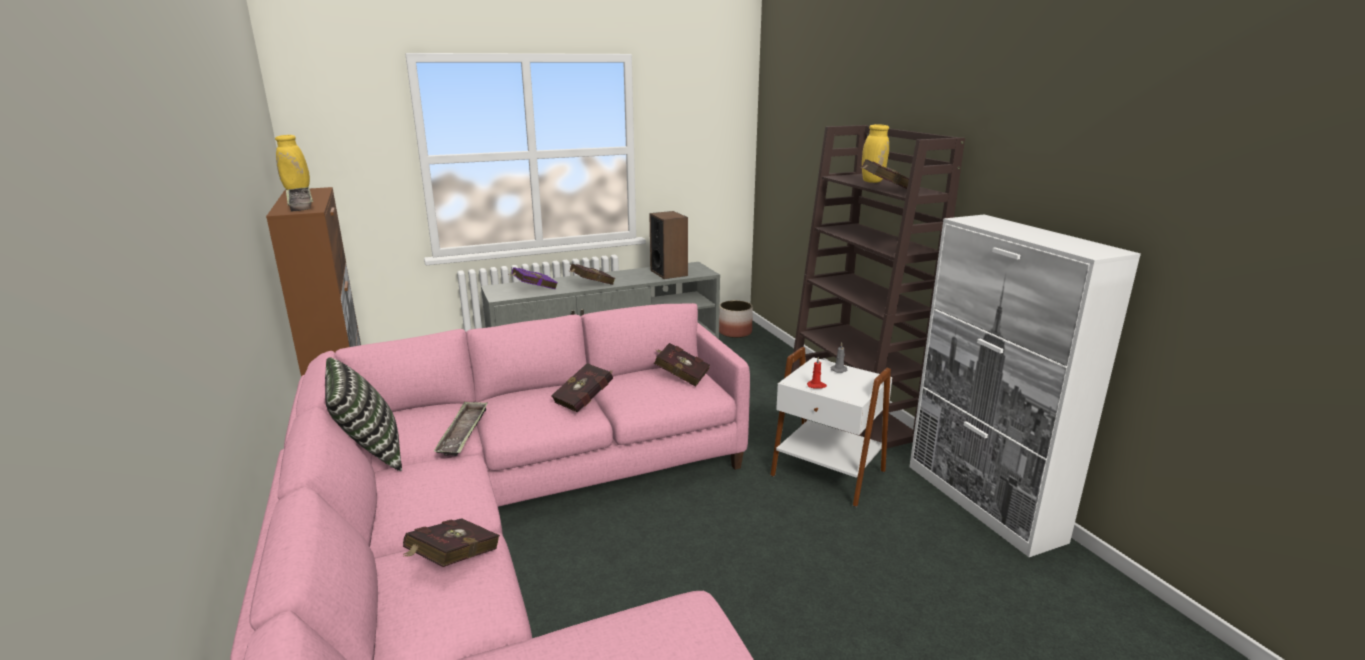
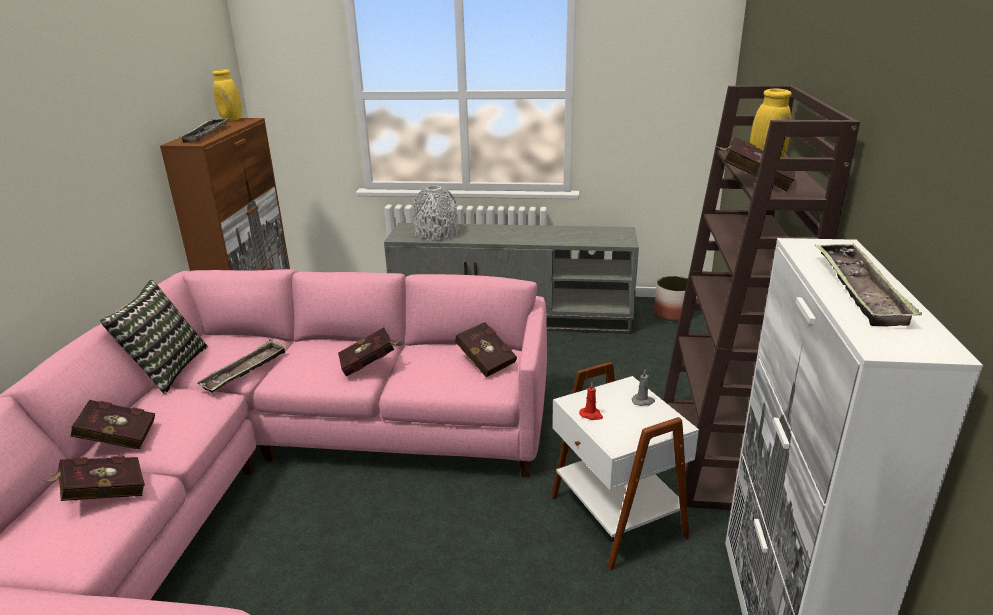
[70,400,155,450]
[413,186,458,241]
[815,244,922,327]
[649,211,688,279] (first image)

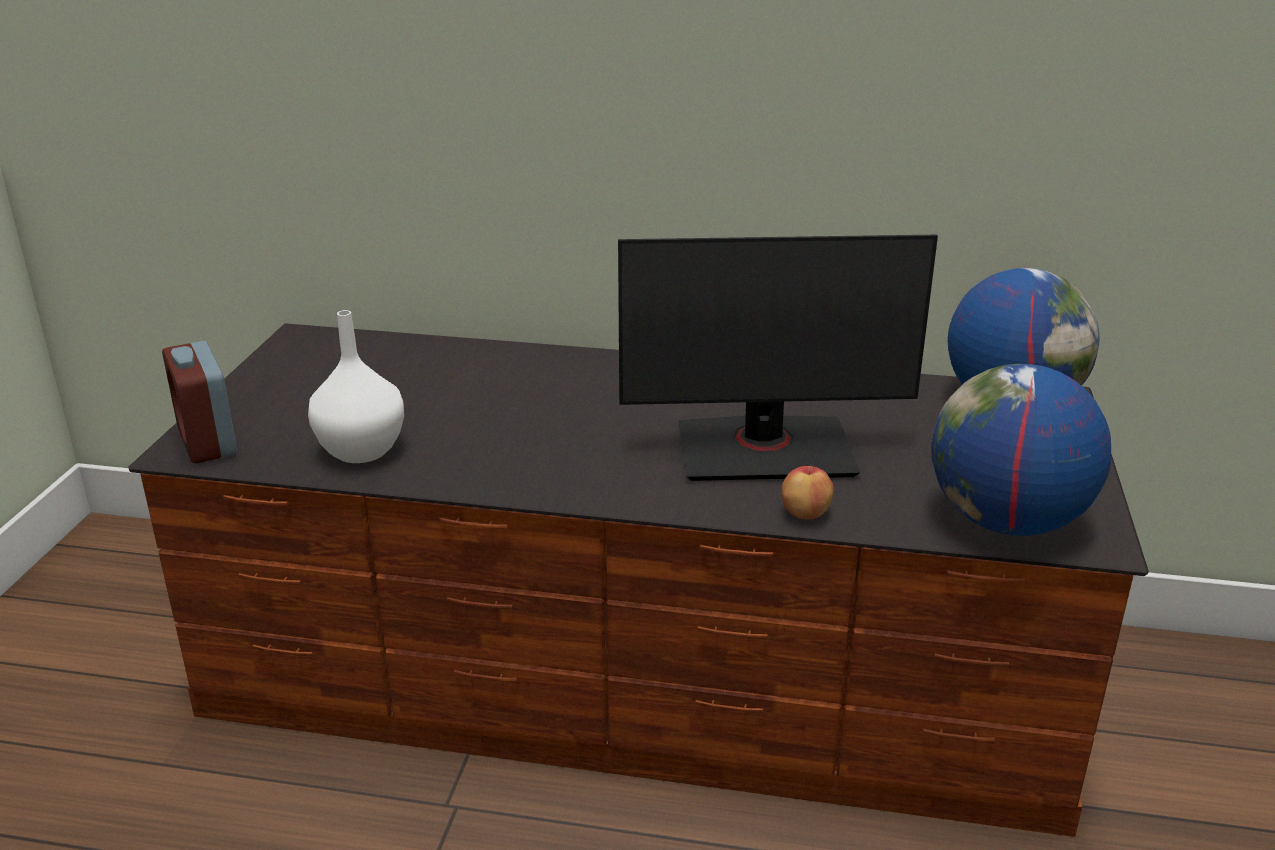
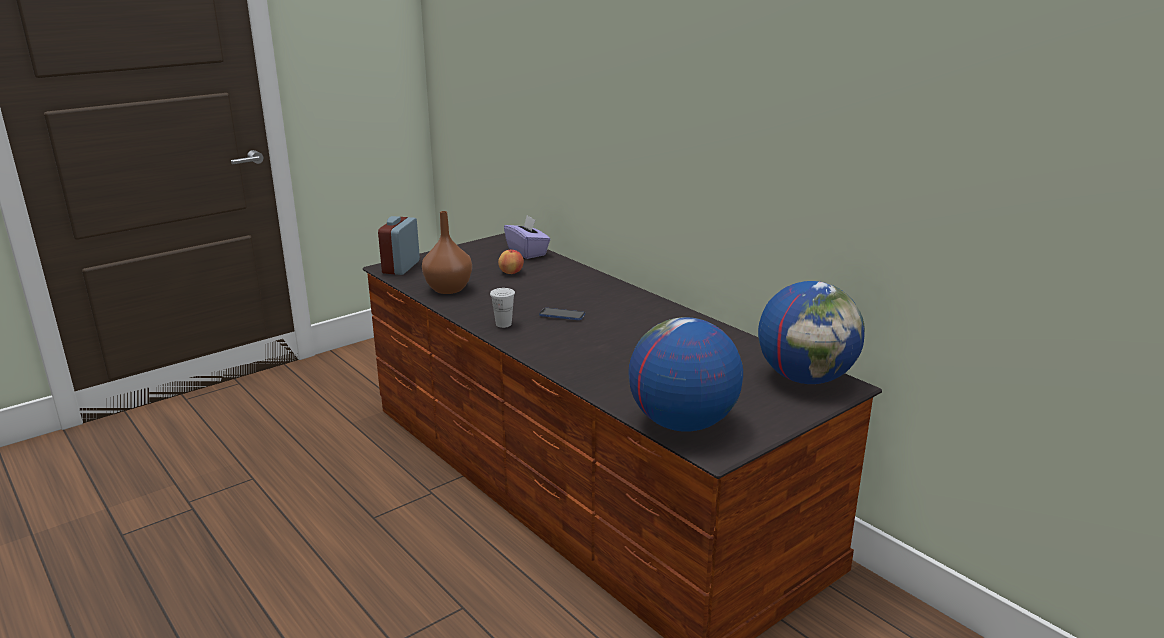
[422,211,472,294]
[490,288,515,328]
[498,250,524,274]
[504,215,551,259]
[539,308,585,320]
[618,235,938,481] (first image)

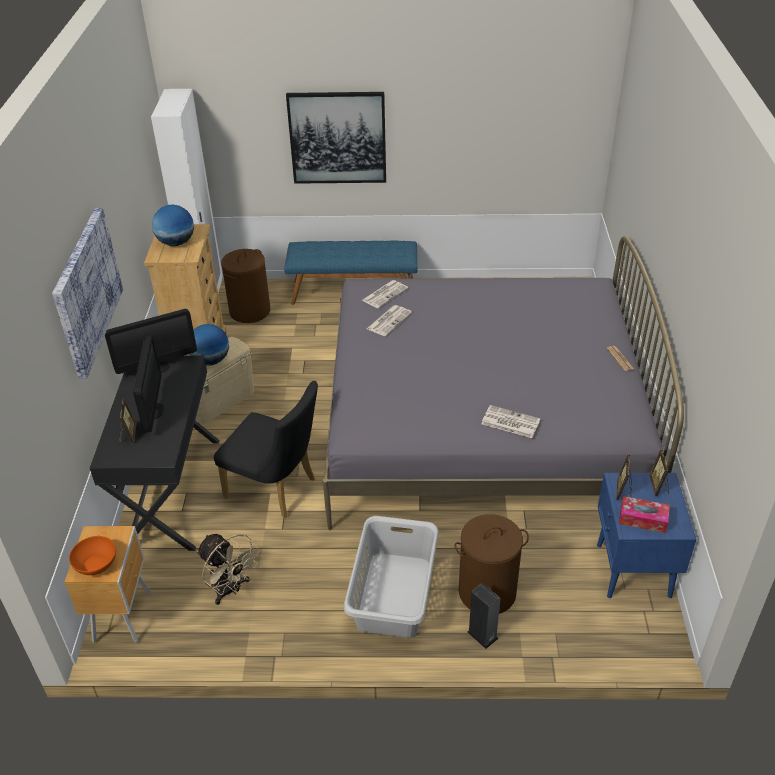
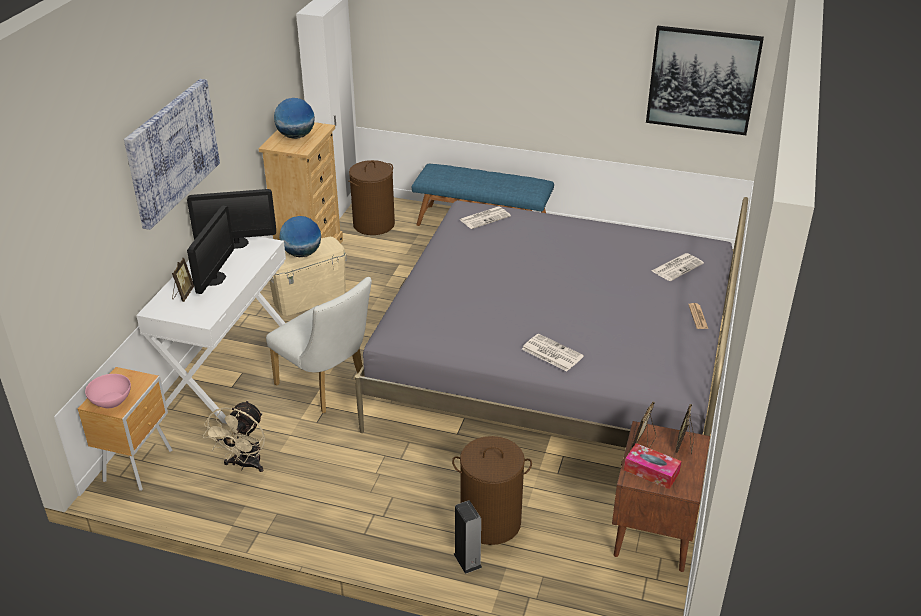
[85,374,131,408]
[136,236,286,424]
[203,400,265,472]
[266,277,372,413]
[612,421,710,572]
[646,26,764,135]
[652,253,704,281]
[344,516,439,638] (first image)

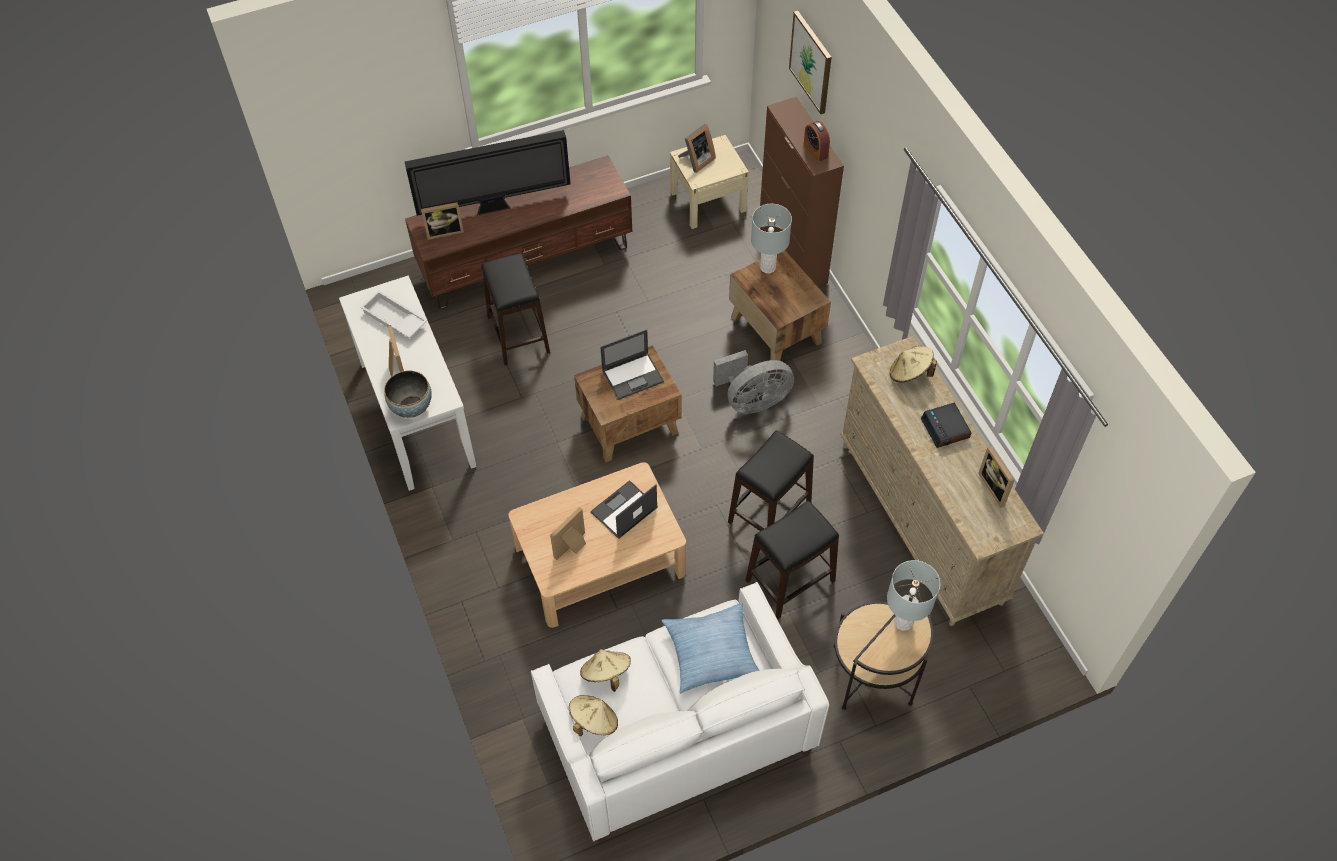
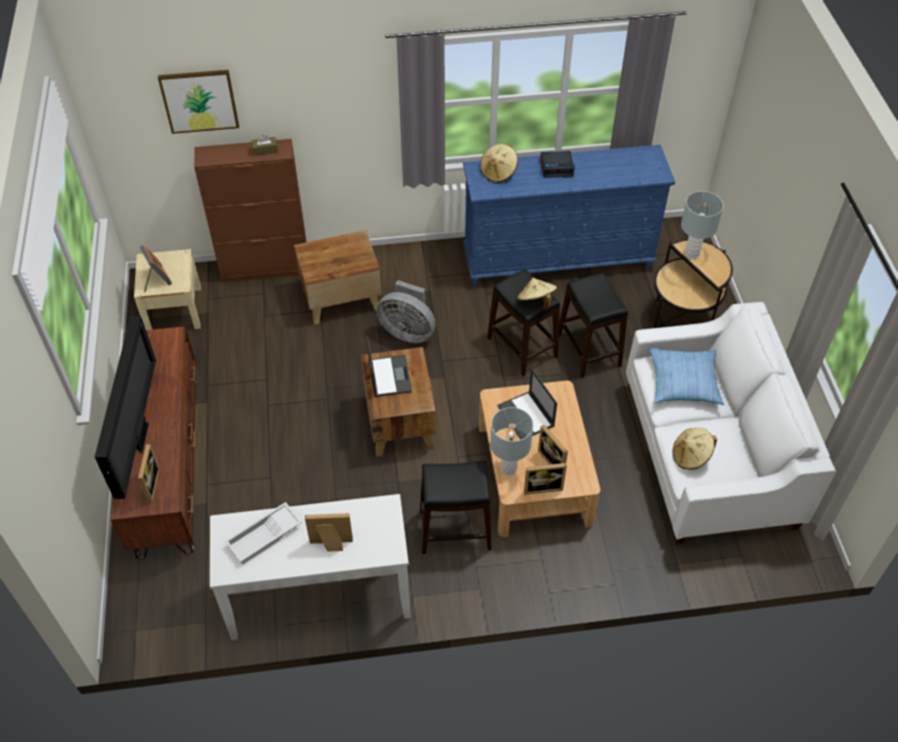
[252,135,278,156]
[377,280,435,343]
[420,461,492,554]
[463,145,675,287]
[490,407,533,476]
[517,278,557,310]
[524,463,567,495]
[384,370,432,418] (first image)

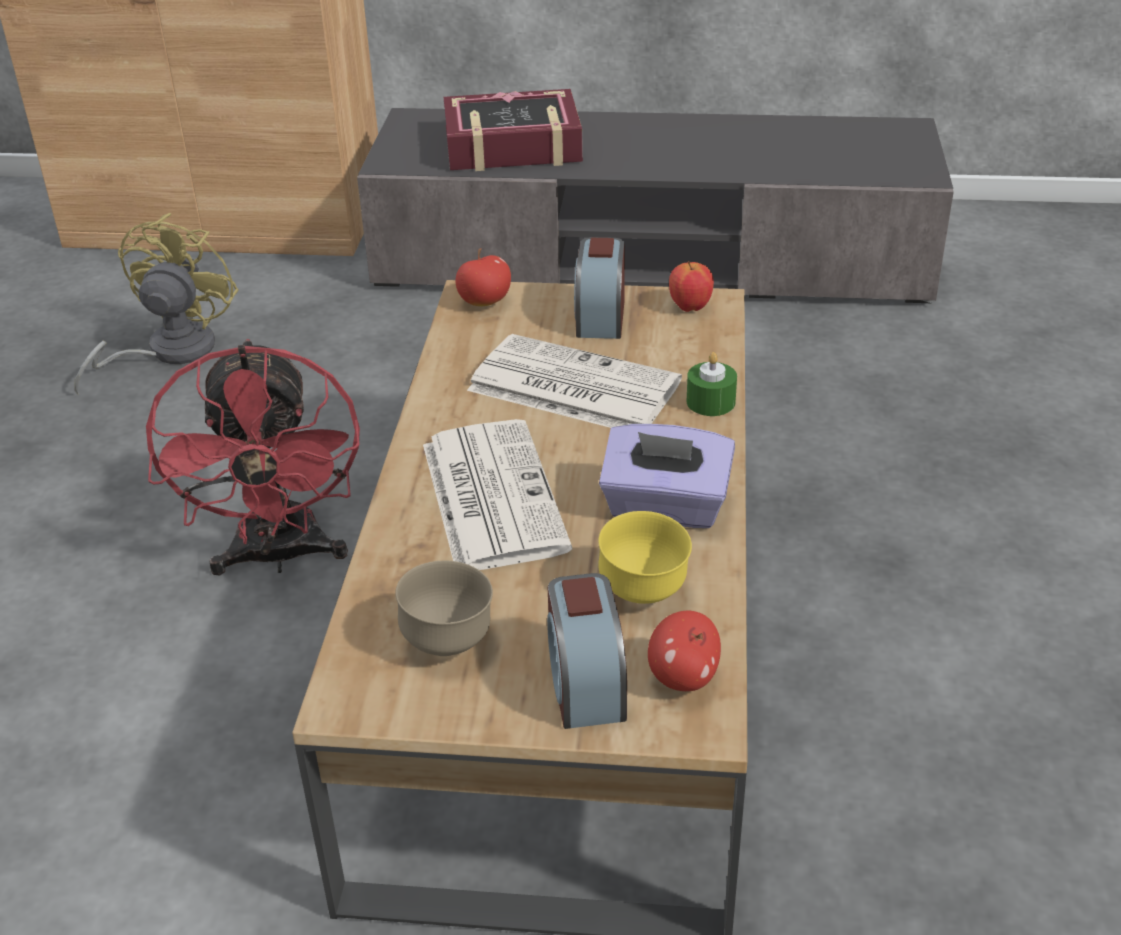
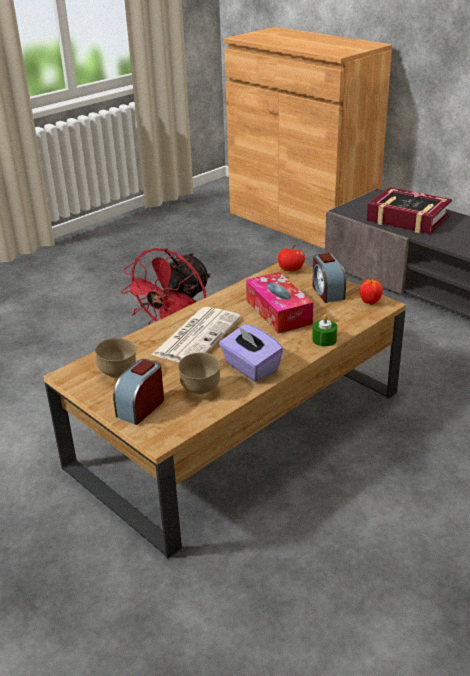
[178,352,220,394]
[246,272,313,334]
[313,253,346,303]
[74,213,239,395] (first image)
[648,611,721,691] (first image)

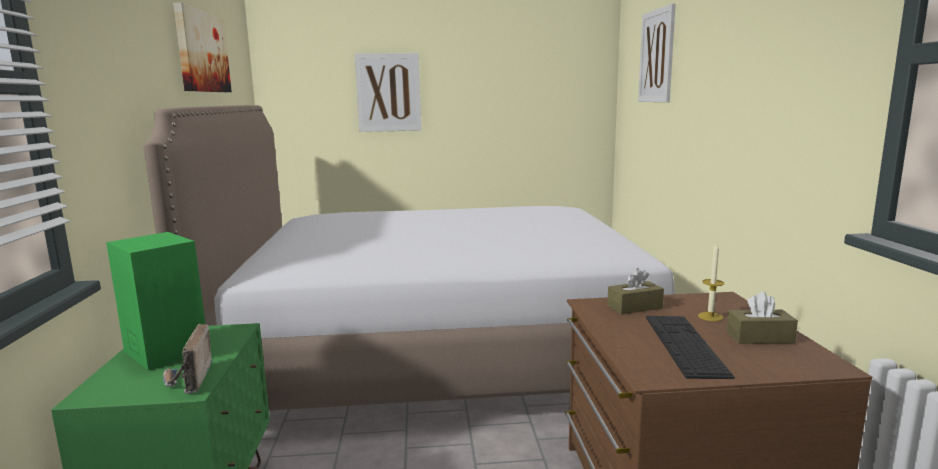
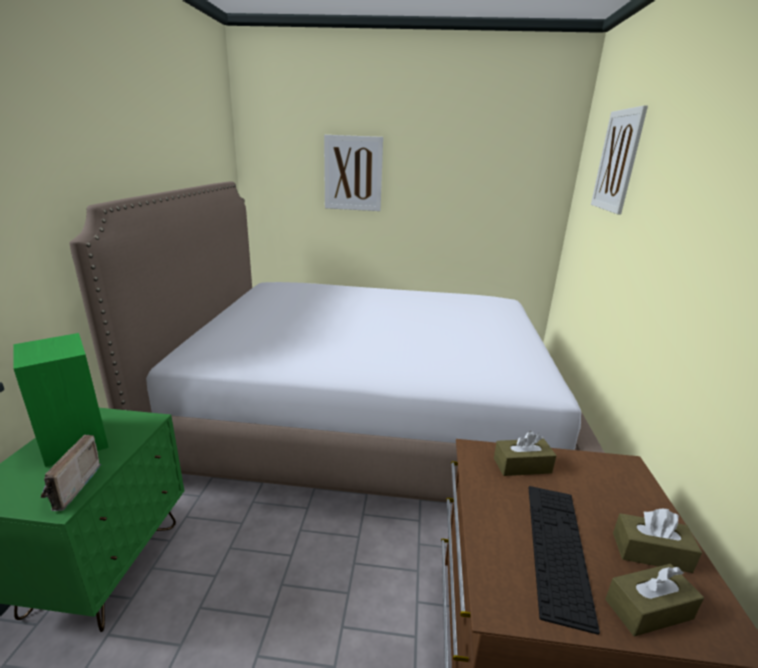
[605,564,704,636]
[173,2,232,92] (first image)
[698,243,725,321] (first image)

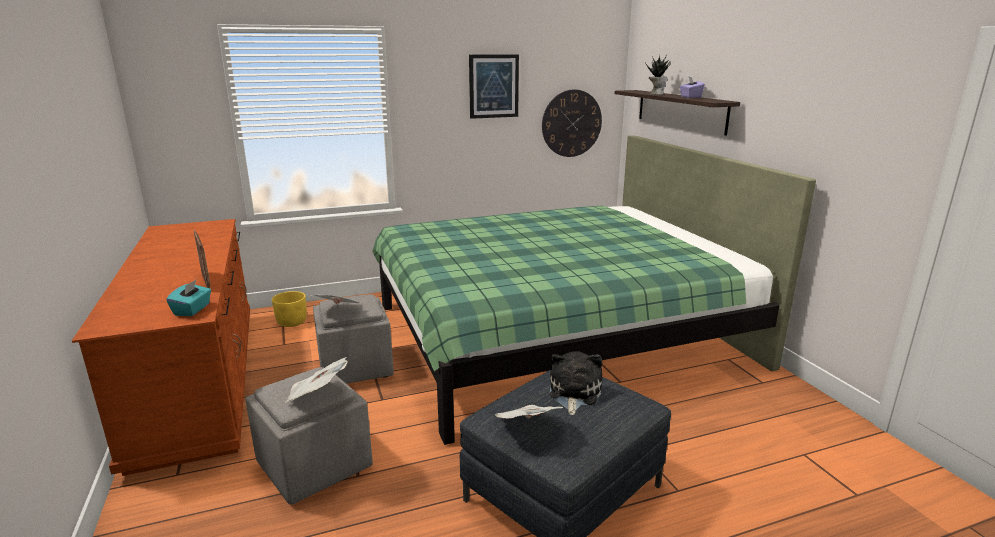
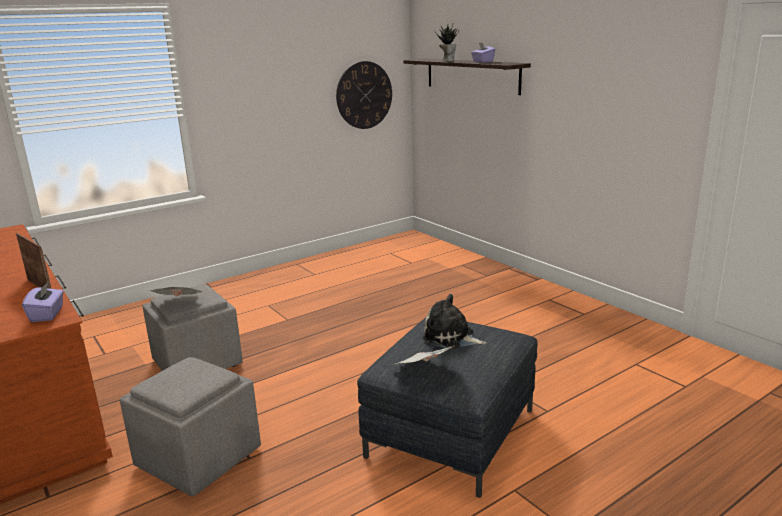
[22,281,64,322]
[422,294,486,349]
[272,291,307,327] (first image)
[286,357,347,402] (first image)
[372,135,816,445] (first image)
[469,54,519,119] (first image)

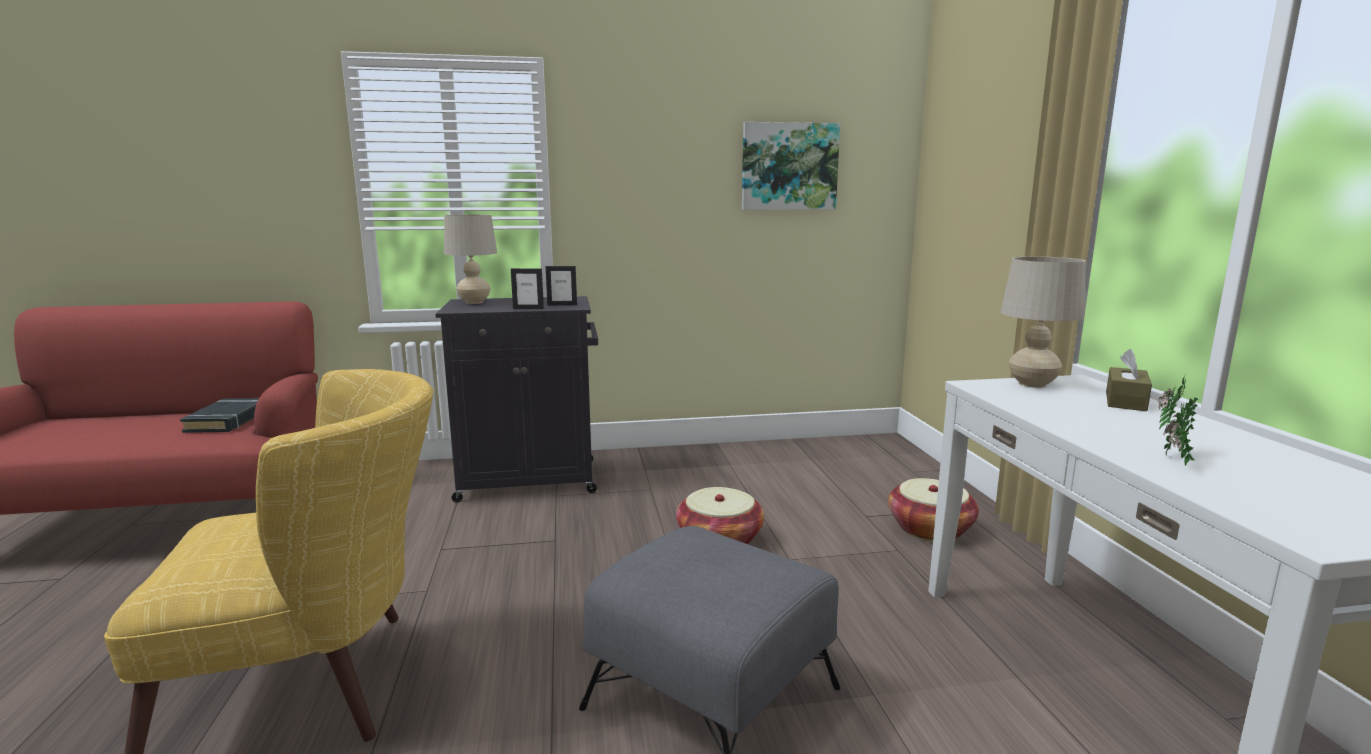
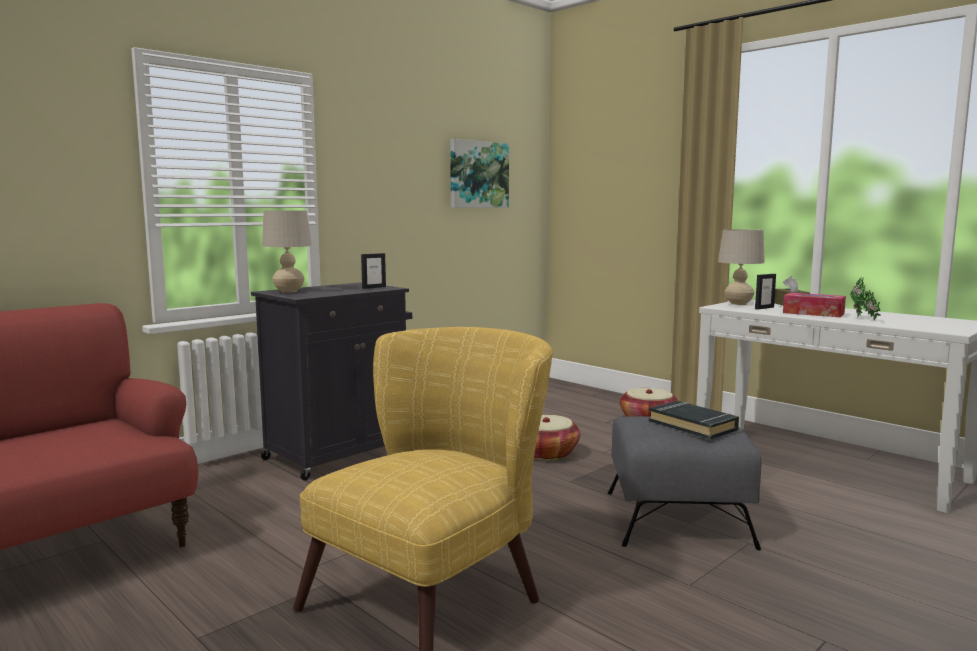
[649,401,739,439]
[755,274,776,309]
[783,293,846,317]

